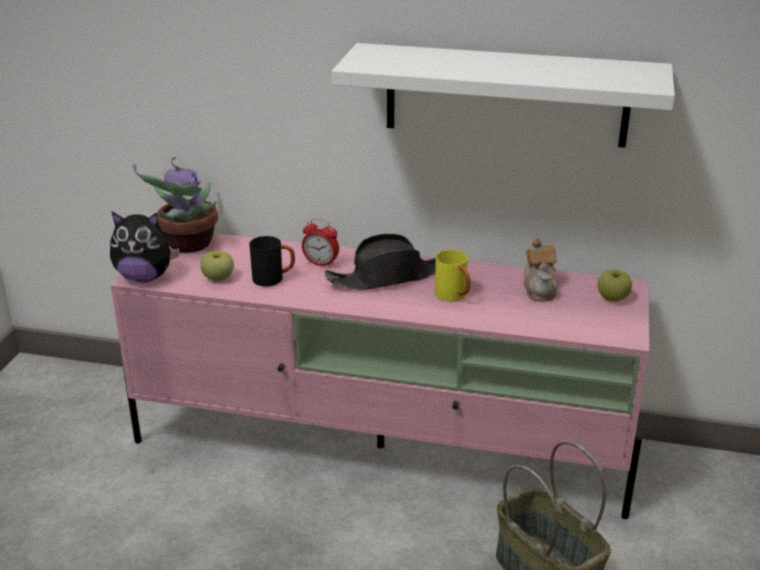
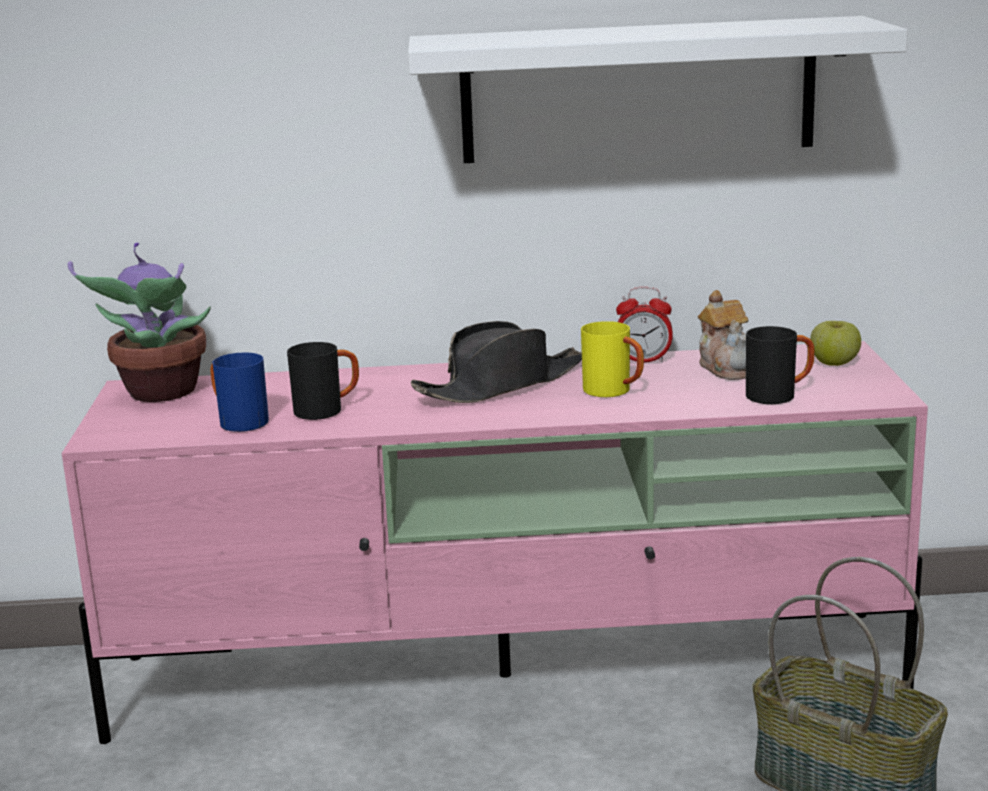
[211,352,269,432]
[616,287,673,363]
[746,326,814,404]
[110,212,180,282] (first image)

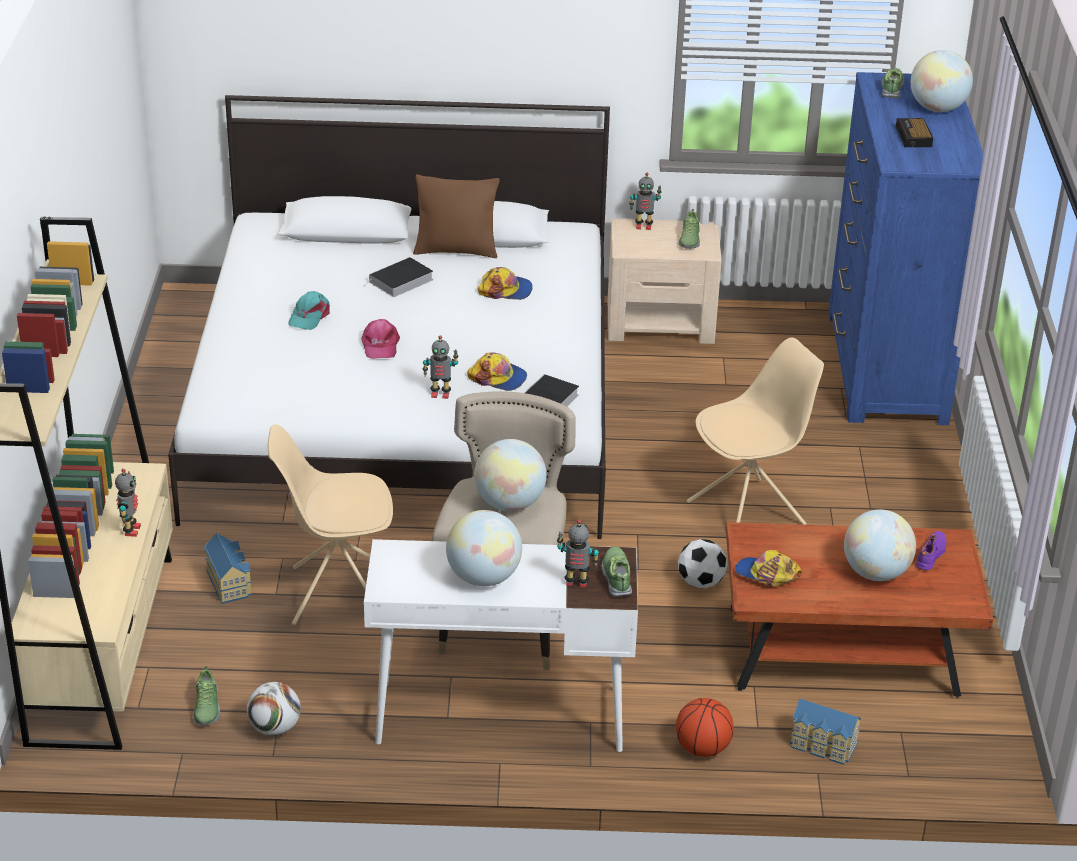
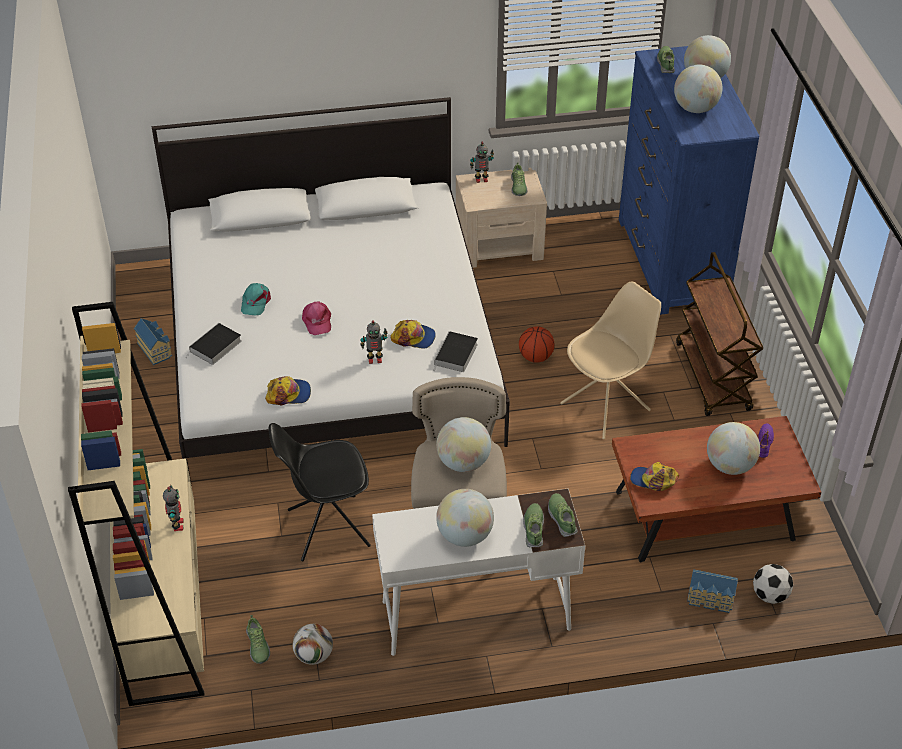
[134,318,172,365]
[186,323,242,365]
[265,376,311,405]
[268,423,371,561]
[519,326,555,363]
[523,503,544,548]
[674,64,722,113]
[676,252,763,416]
[753,564,793,604]
[413,175,500,258] (first image)

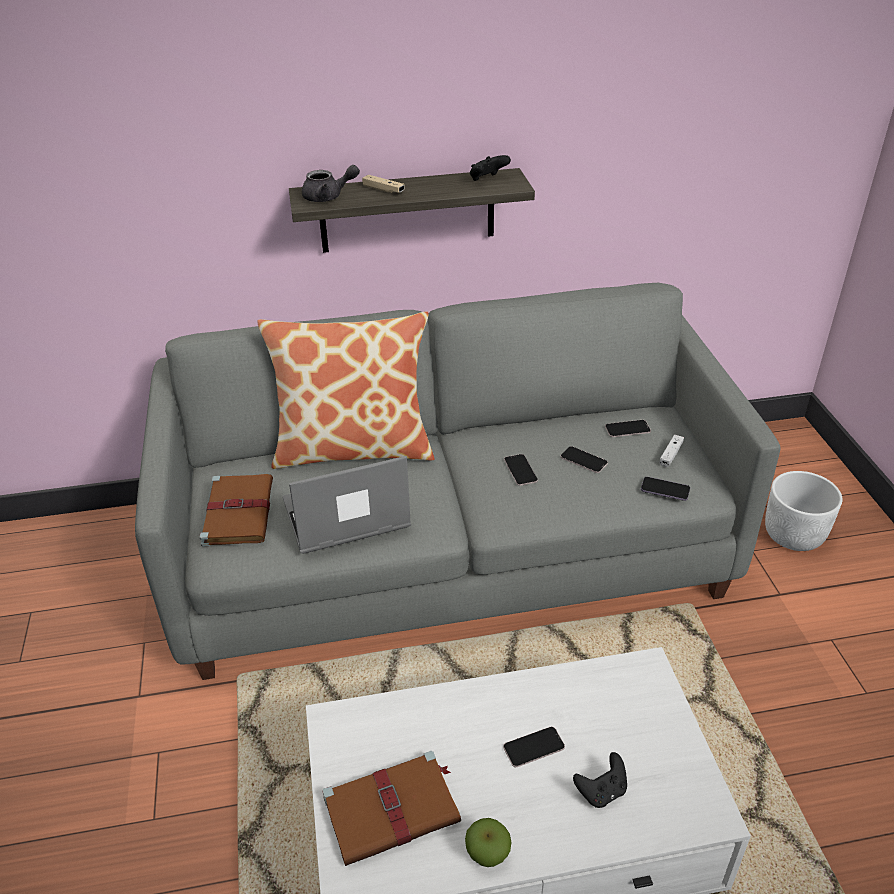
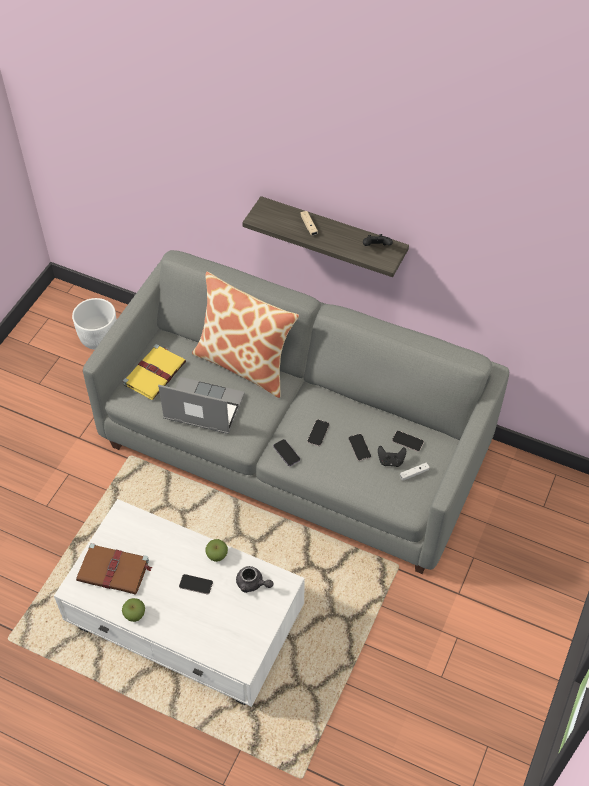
[72,298,117,350]
[123,344,186,400]
[205,539,228,562]
[236,566,274,593]
[273,439,300,466]
[378,446,406,467]

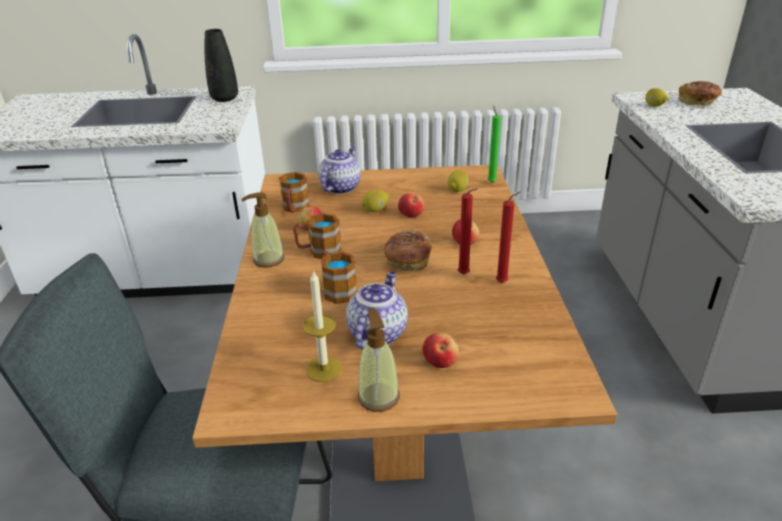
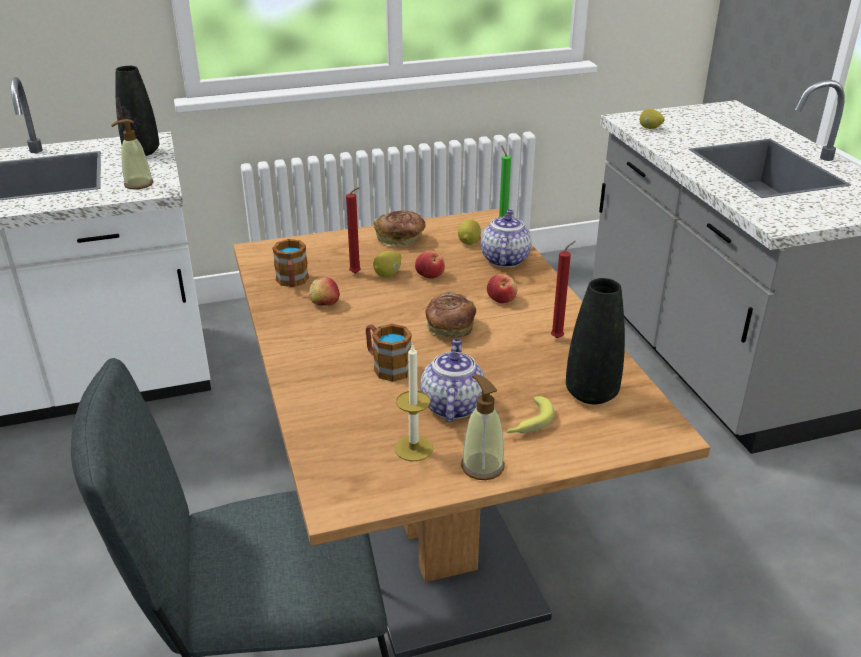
[111,119,153,189]
[346,187,361,273]
[374,210,426,247]
[480,210,532,268]
[507,396,555,434]
[566,278,625,404]
[293,213,342,259] (first image)

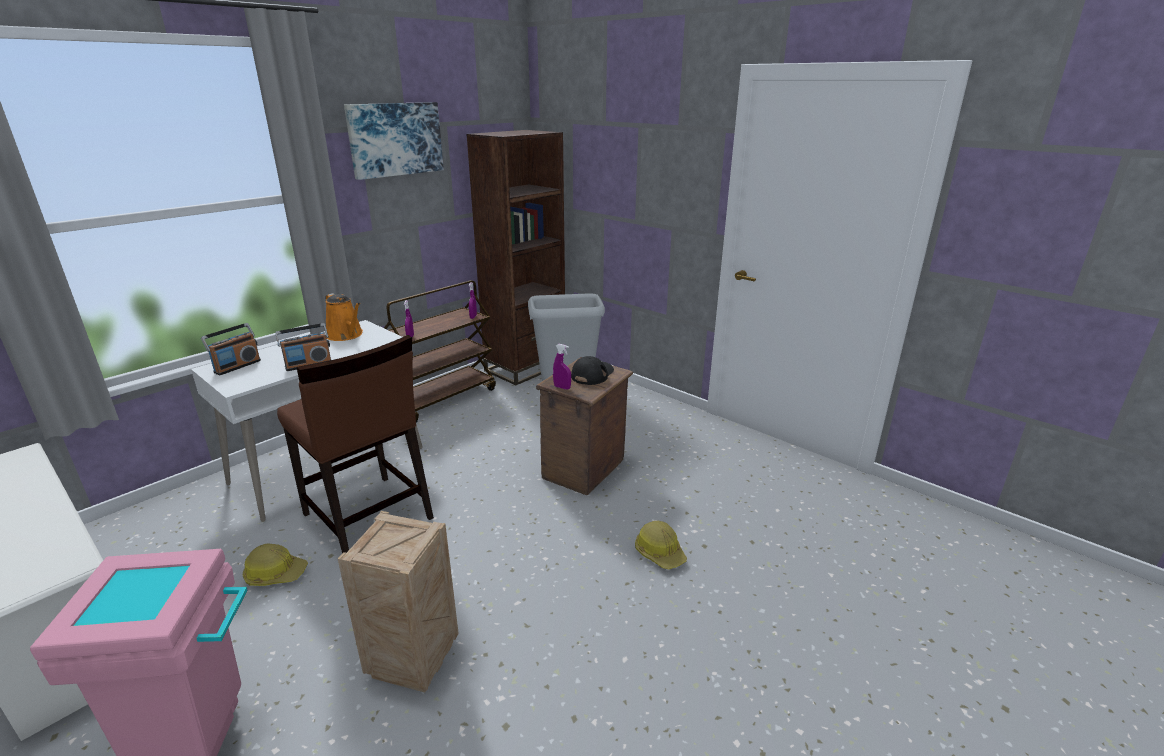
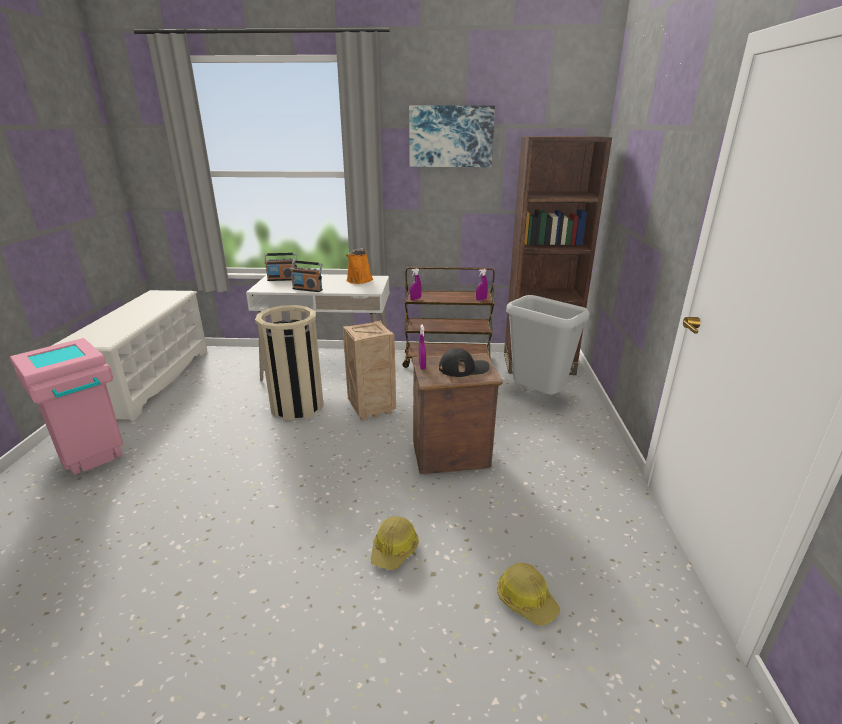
[255,305,324,421]
[343,321,396,421]
[497,563,560,626]

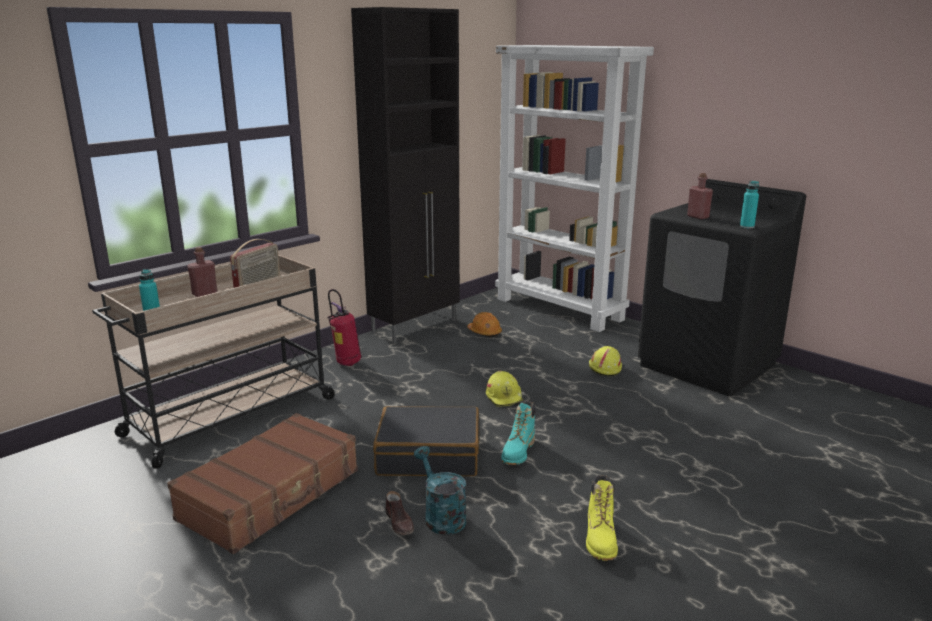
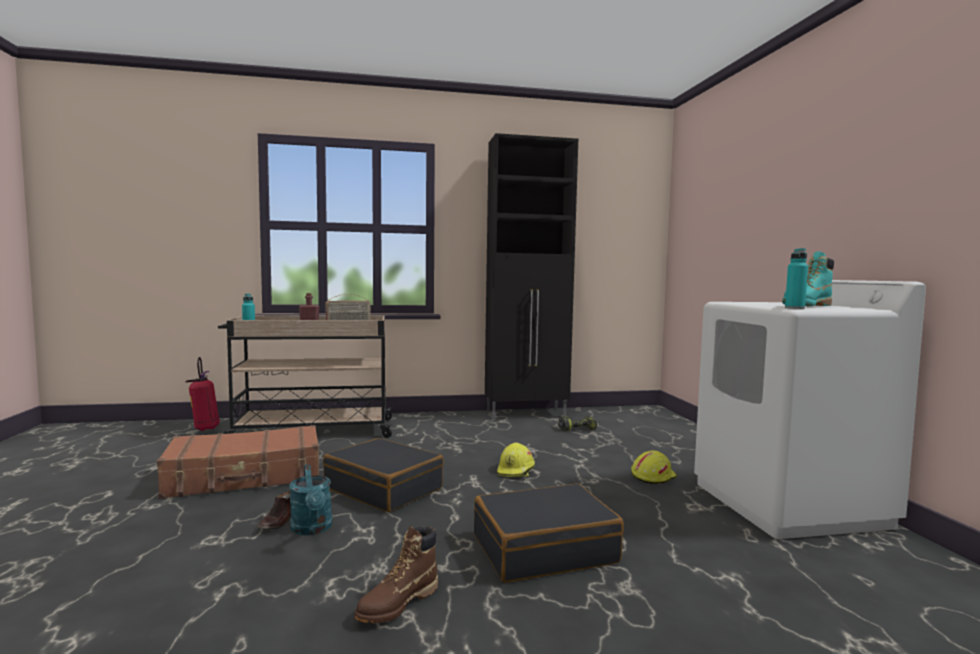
[185,357,220,431]
[289,464,333,535]
[355,526,438,623]
[474,483,624,583]
[558,415,597,431]
[694,280,926,539]
[782,251,834,306]
[495,45,654,332] (first image)
[687,173,713,219] (first image)

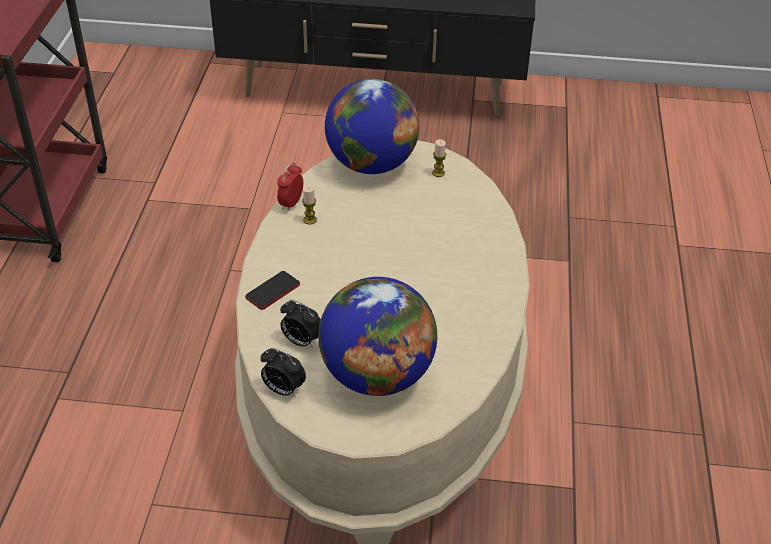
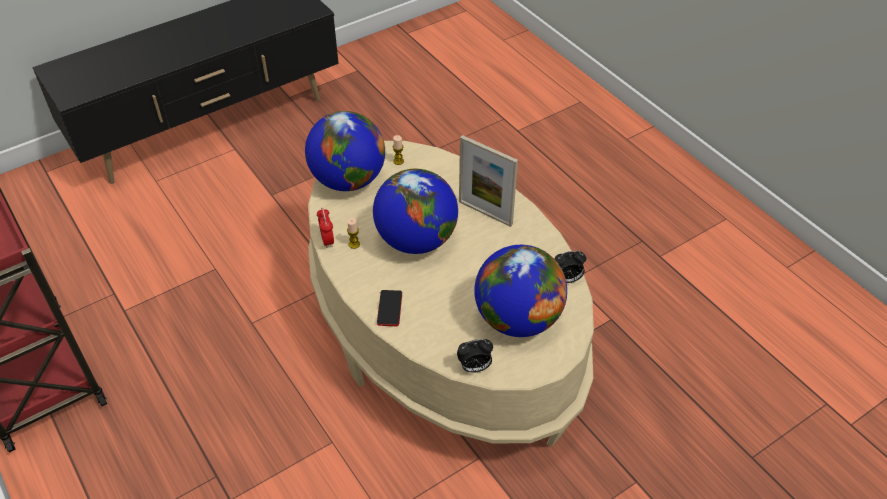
[373,169,458,254]
[459,135,518,227]
[554,250,586,283]

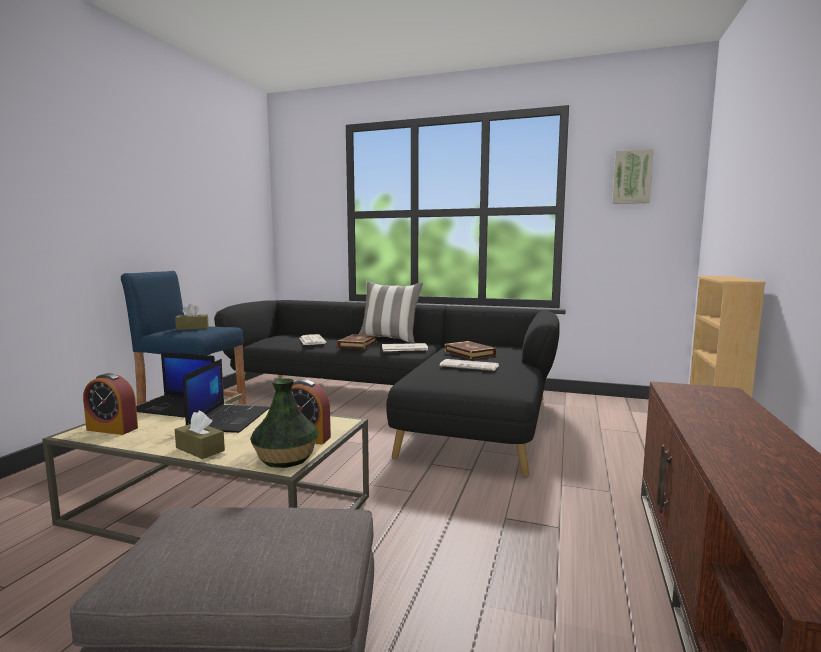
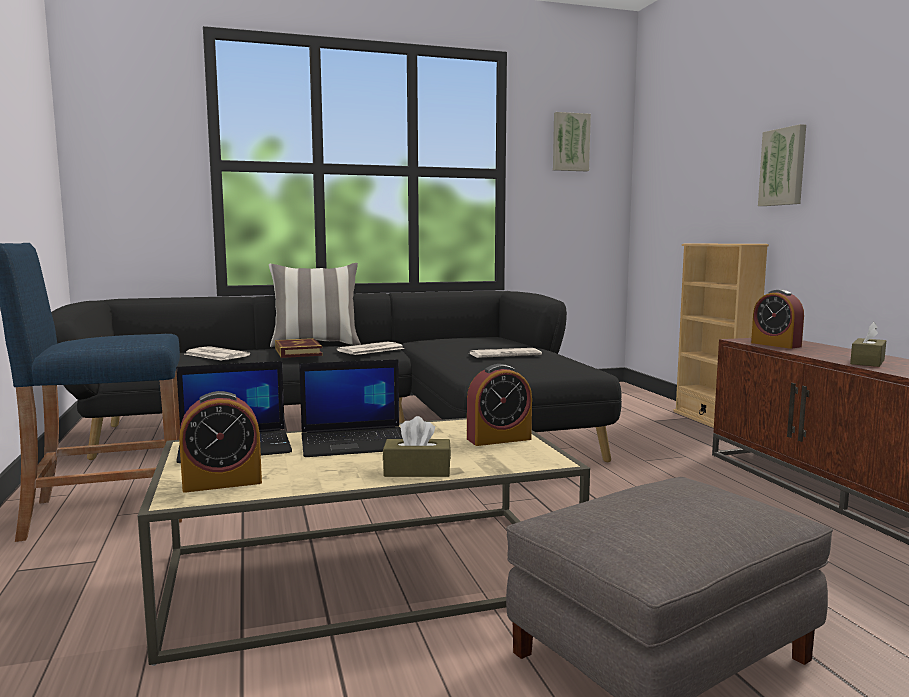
[299,359,403,457]
[751,290,804,349]
[758,124,806,206]
[850,322,886,367]
[250,379,319,468] (first image)
[444,341,496,359] (first image)

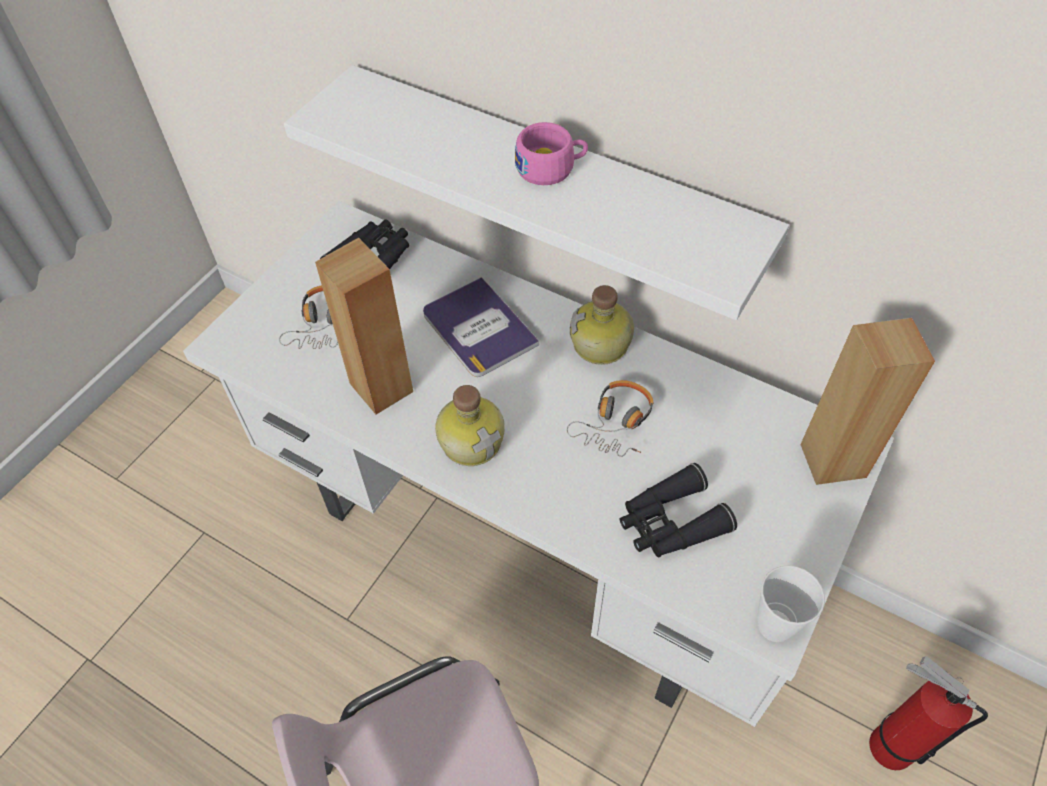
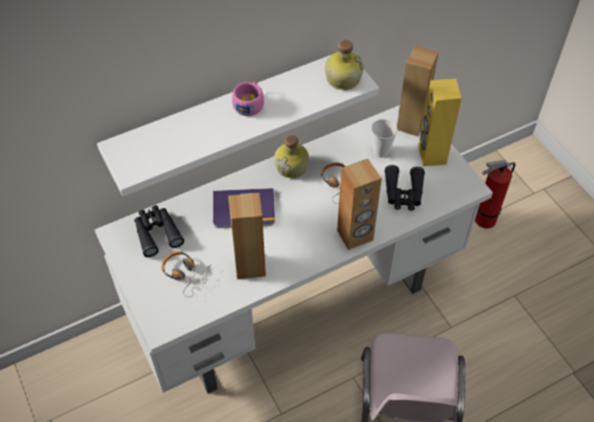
[325,40,364,90]
[337,159,382,250]
[371,119,398,158]
[418,79,462,166]

